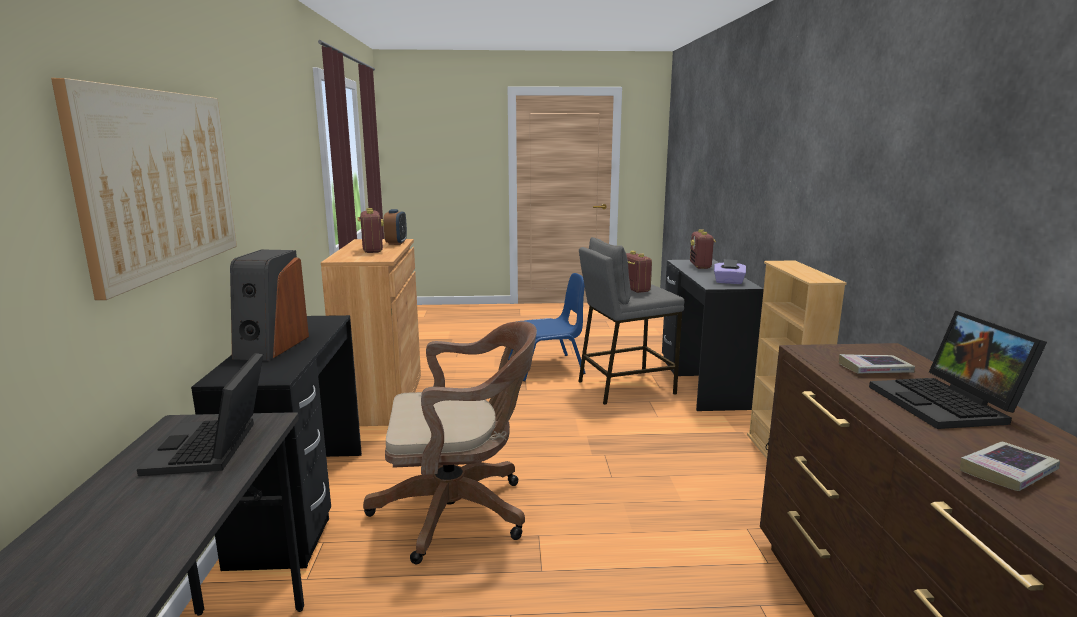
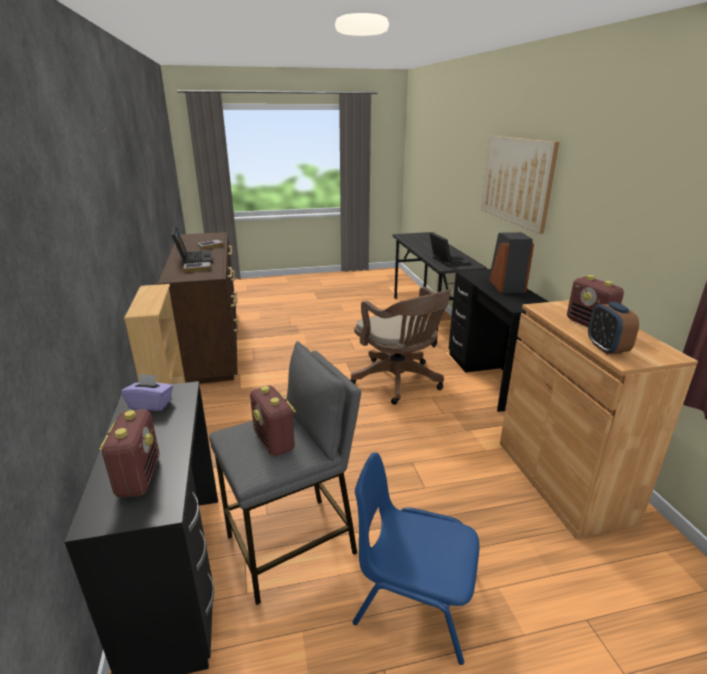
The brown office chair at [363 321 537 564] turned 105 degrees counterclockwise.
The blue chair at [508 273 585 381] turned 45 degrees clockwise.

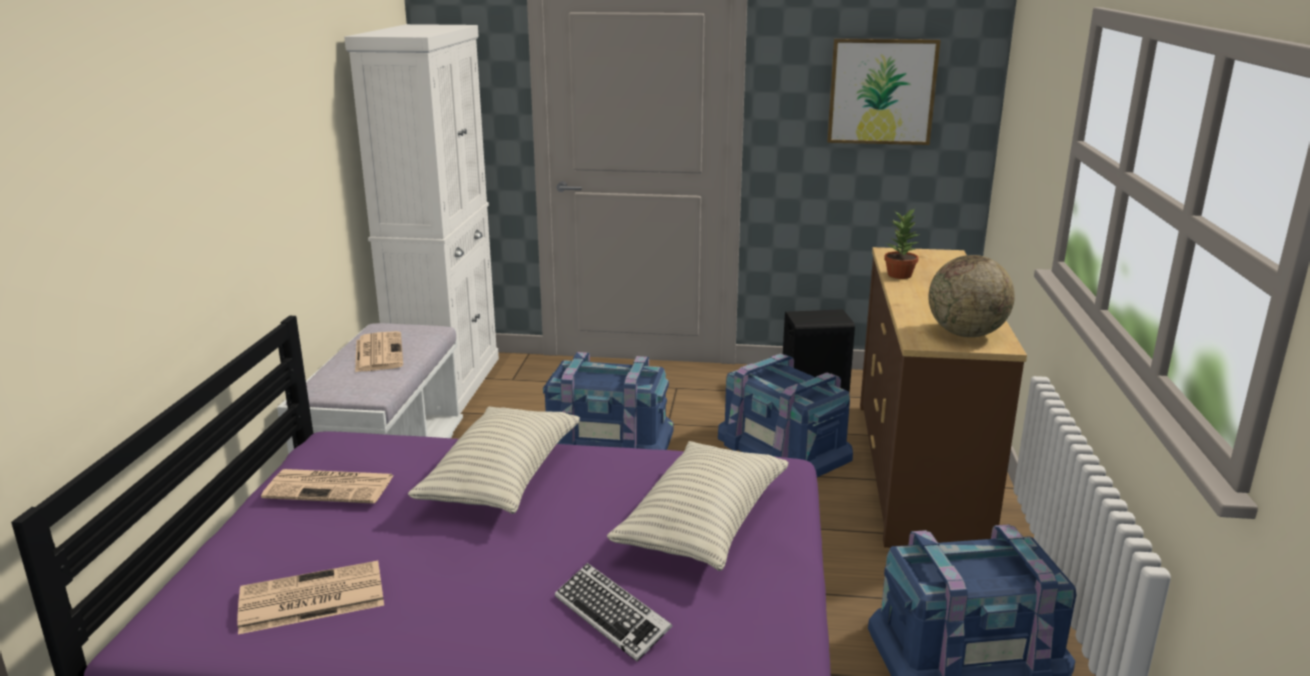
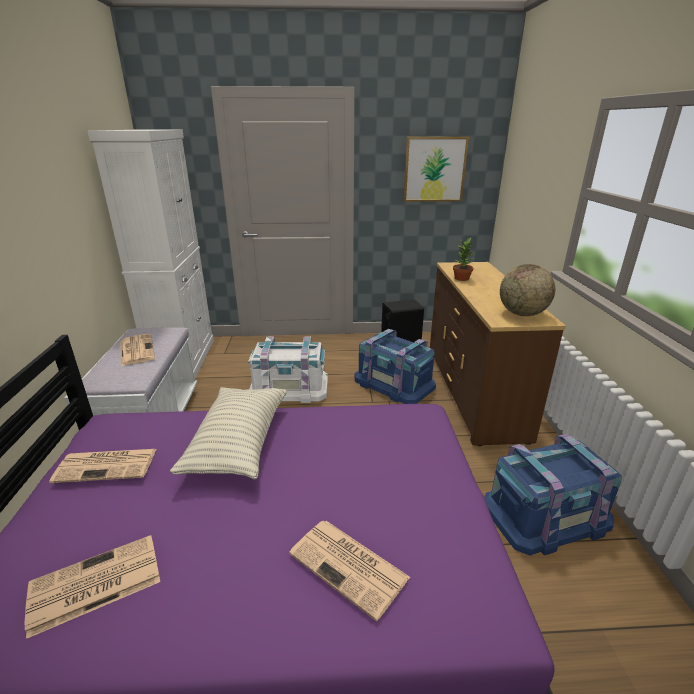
The blue storage box at [543 352 674 450] became the white storage box at [248 337 328 403].
The keyboard at [555 563 672 662] was replaced by the newspaper at [289 521 410 621].
The pillow at [607 441 789 571] disappeared.

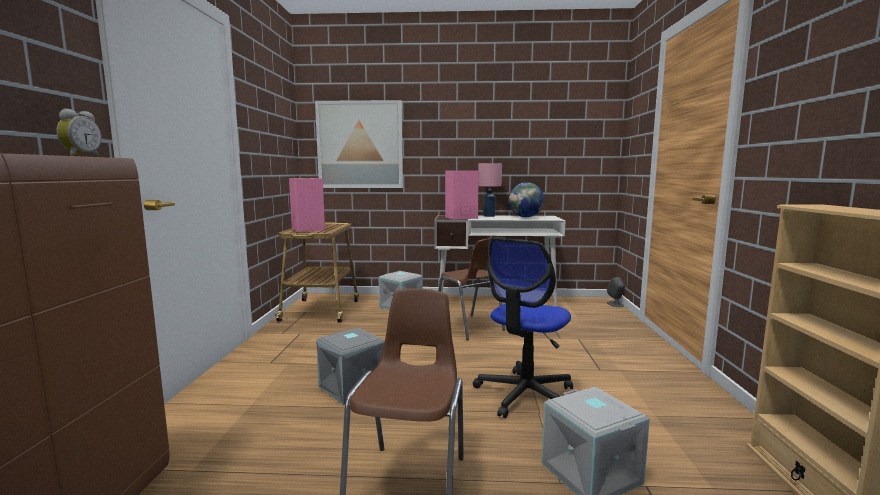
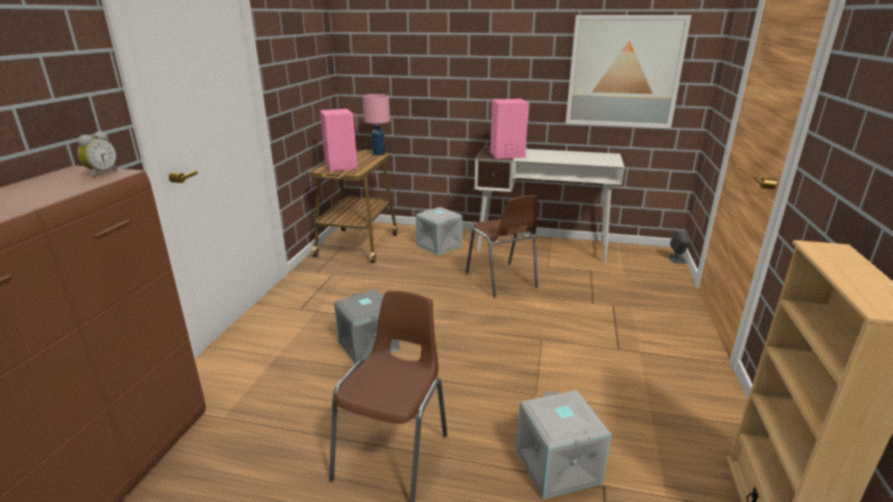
The pink table lamp moved from [478 163 502 217] to [362 94 390 156].
The picture moved from [315 100 403 188] to [566 15 692 128].
The office chair at [473 237 573 418] disappeared.
The globe at [509 182 544 217] disappeared.

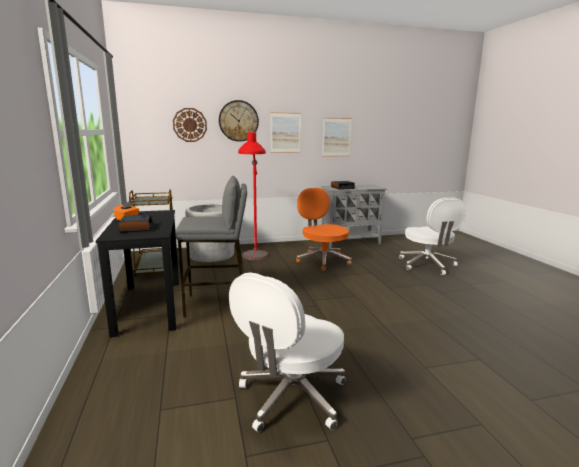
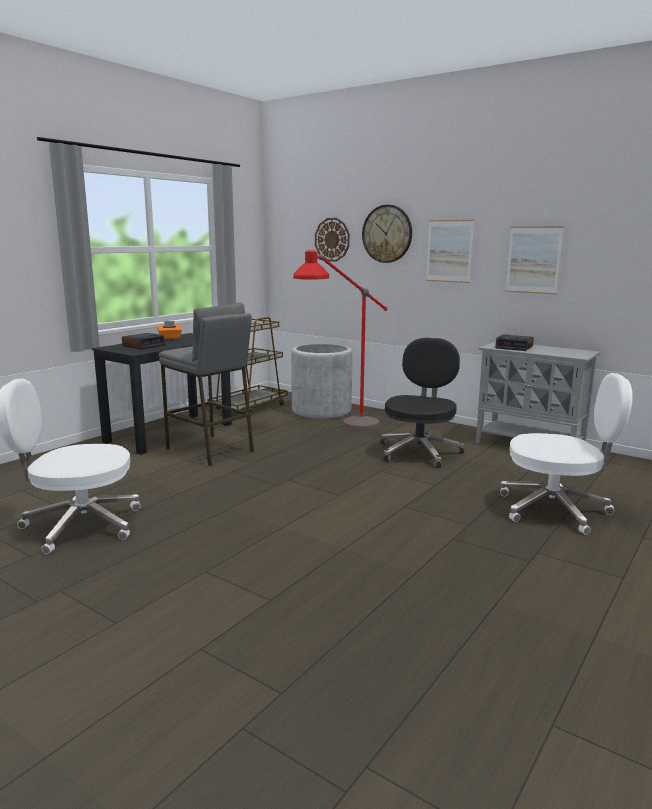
The orange office chair at [296 188 352 271] became the black office chair at [380 338 464 468].
The white office chair at [399 198 466 275] turned 120 degrees counterclockwise.

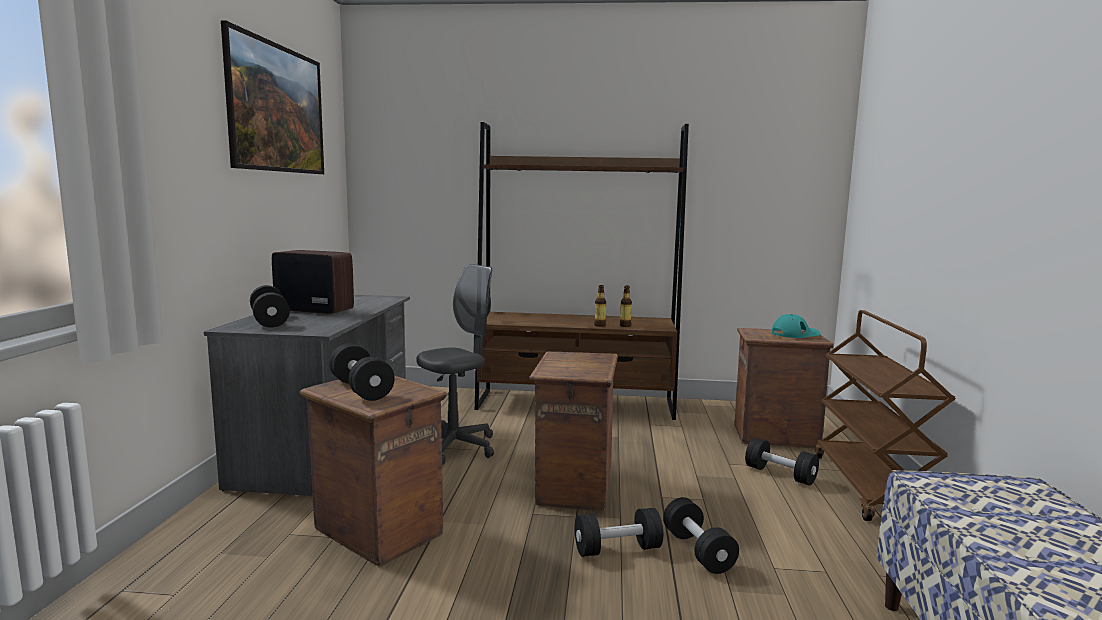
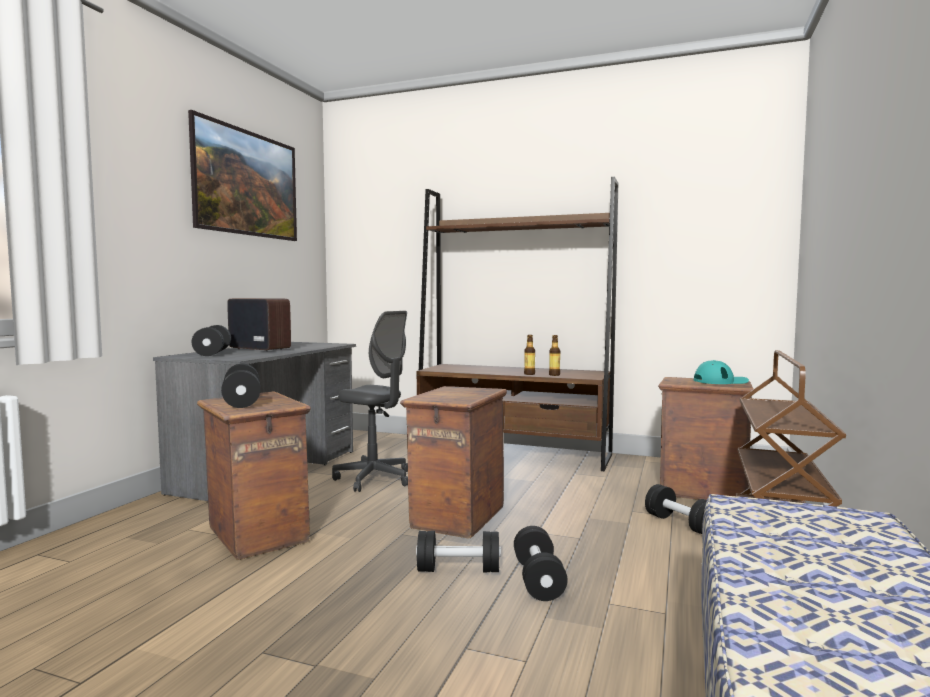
The grey office chair at [416 264 494 465] turned 60 degrees clockwise.

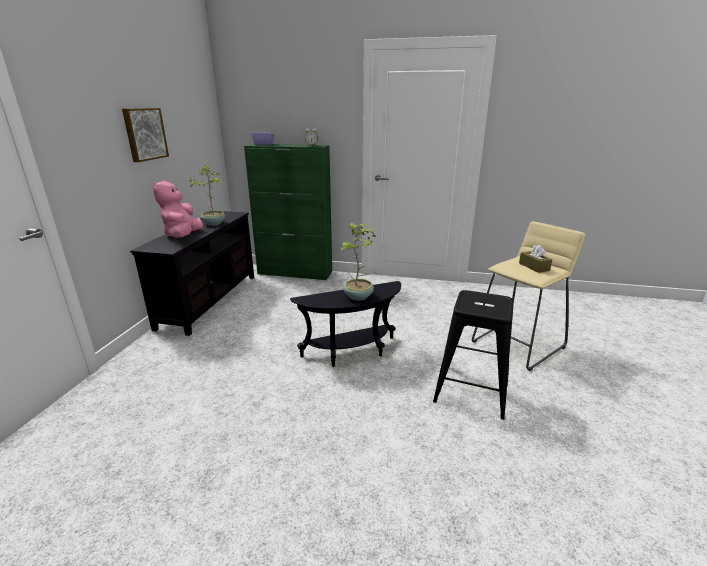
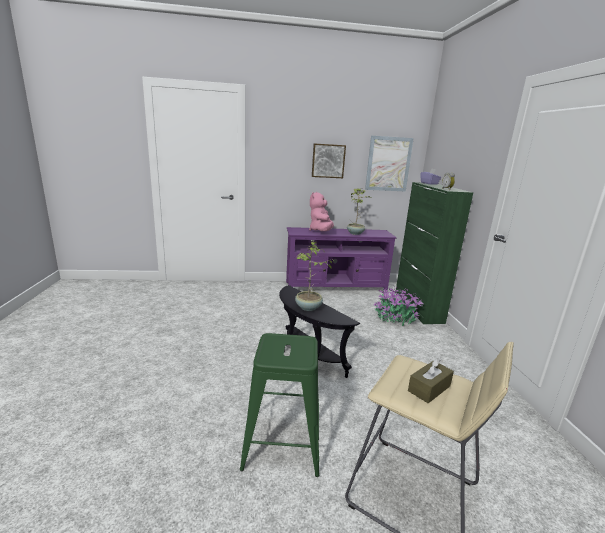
The black stool at [433 290 514 420] became the green stool at [240 333 319 477].
The black tv stand at [130 211 254 336] became the purple tv stand at [286 227 397 290].
The pink plush toy at [153 180 203 238] turned 60 degrees counterclockwise.
The picture at [365 136 414 192] appeared.
The potted plant at [373 286 424 326] appeared.

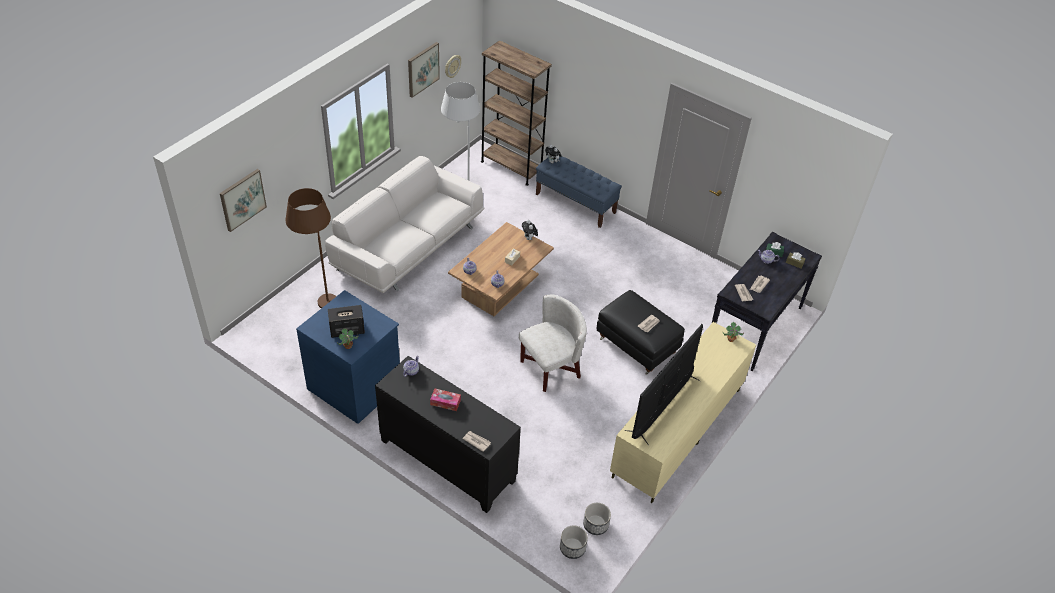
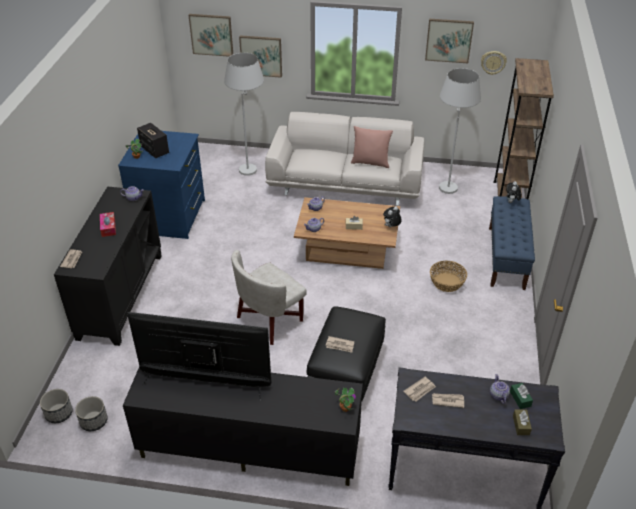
The beige tv stand at [610 322 756 503] became the black tv stand at [123 368 363 486].
The brown floor lamp at [286 188 336 308] became the white floor lamp at [224 53 264 176].
The white armchair at [519 295 587 392] turned 105 degrees clockwise.
The picture at [239 35 282 78] appeared.
The pink pillow at [351 126 393 168] appeared.
The basket at [430 261 467 292] appeared.

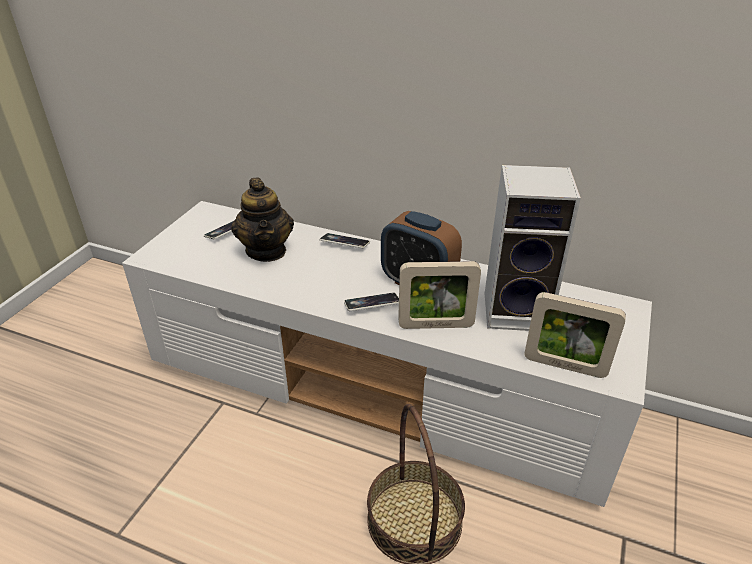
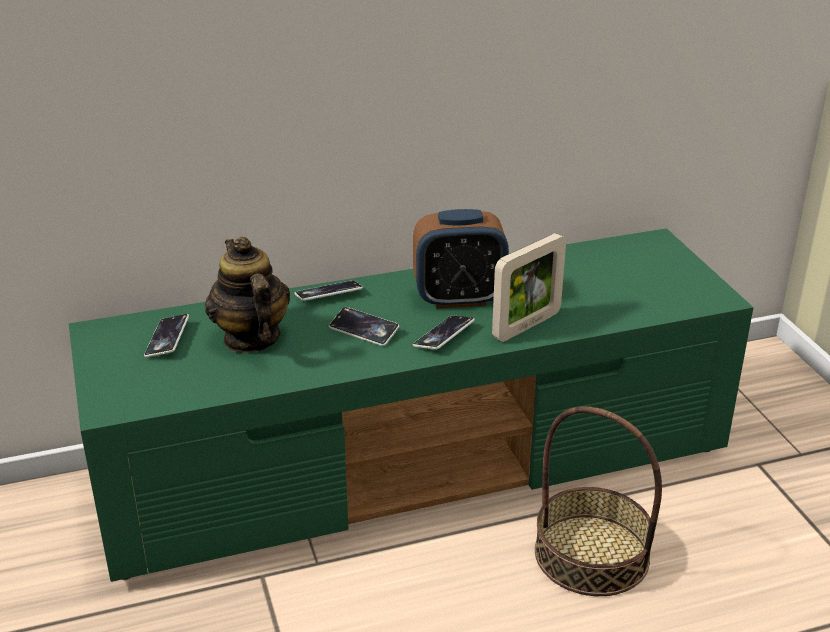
The white tv stand at [122 201 652 507] became the green tv stand at [69 228 754 582].
The teapot at [231 178 294 262] turned 150 degrees counterclockwise.
The phone at [329 307 399 346] appeared.
The speaker at [484 165 581 331] disappeared.
The picture frame at [525 292 626 378] disappeared.

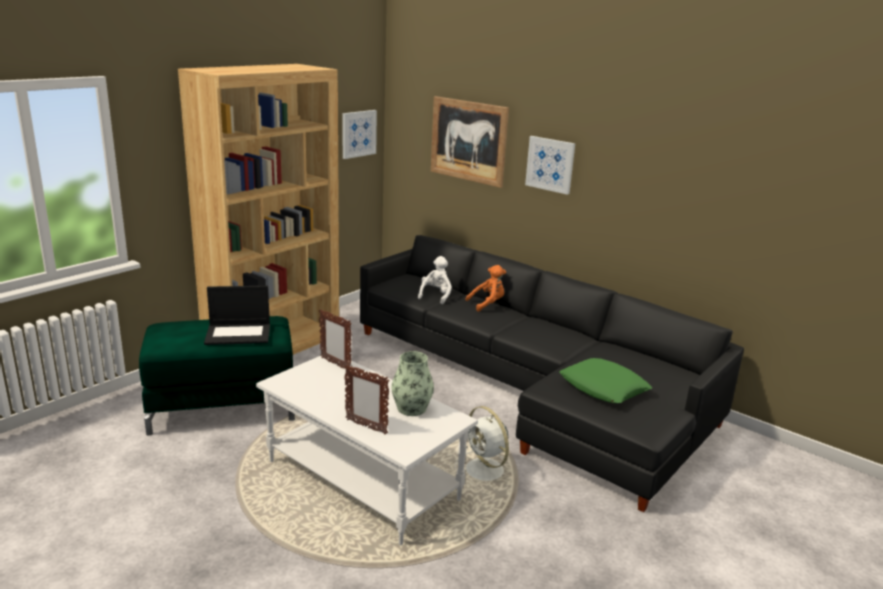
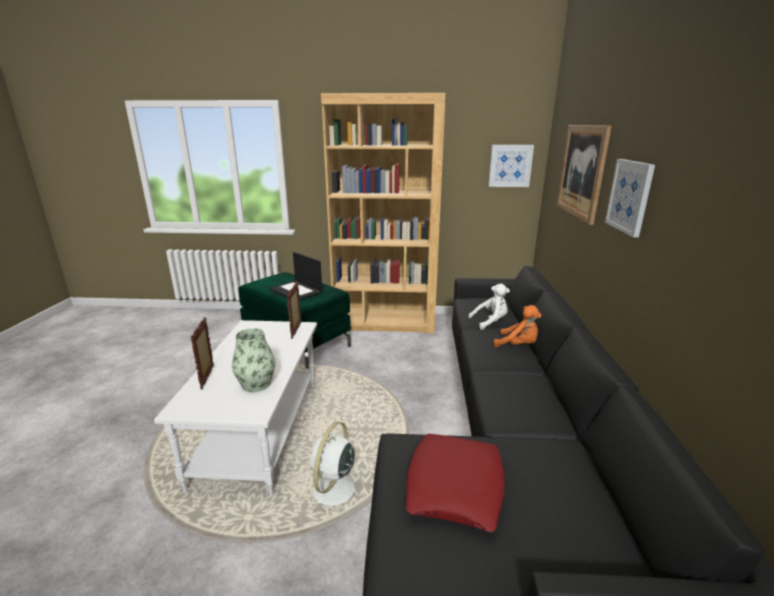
The green pillow at [559 358 653 403] became the red pillow at [405 434 505 532].

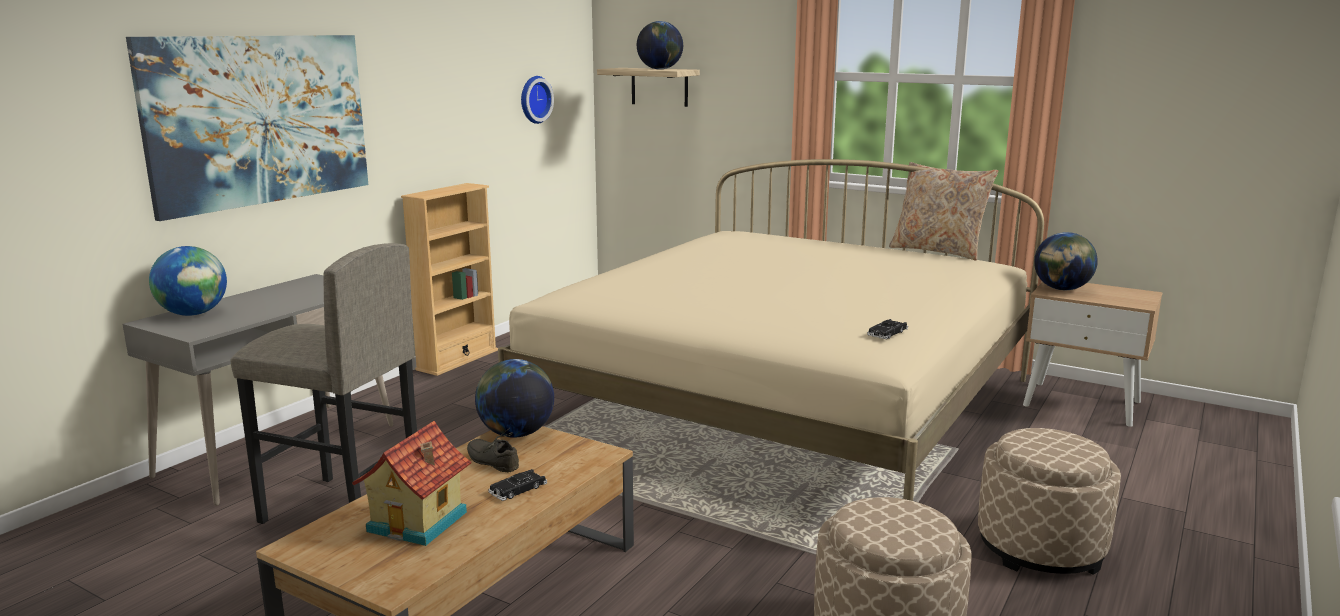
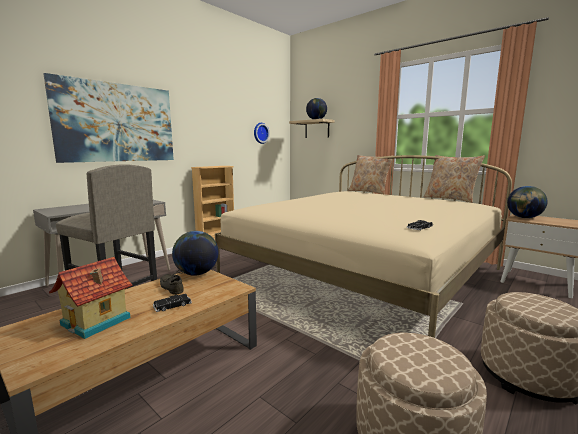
The beige pillow at [348 155 394 194] appeared.
The globe at [149 246 227 316] disappeared.

